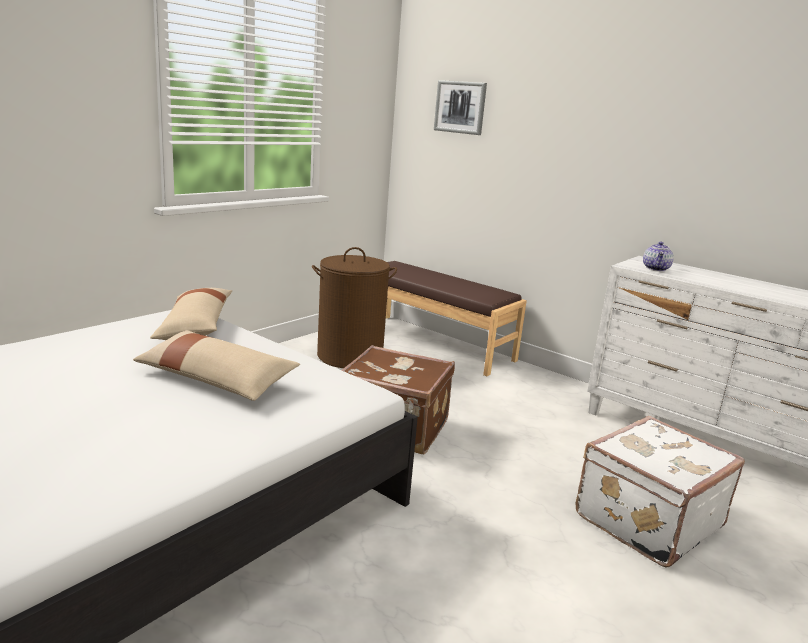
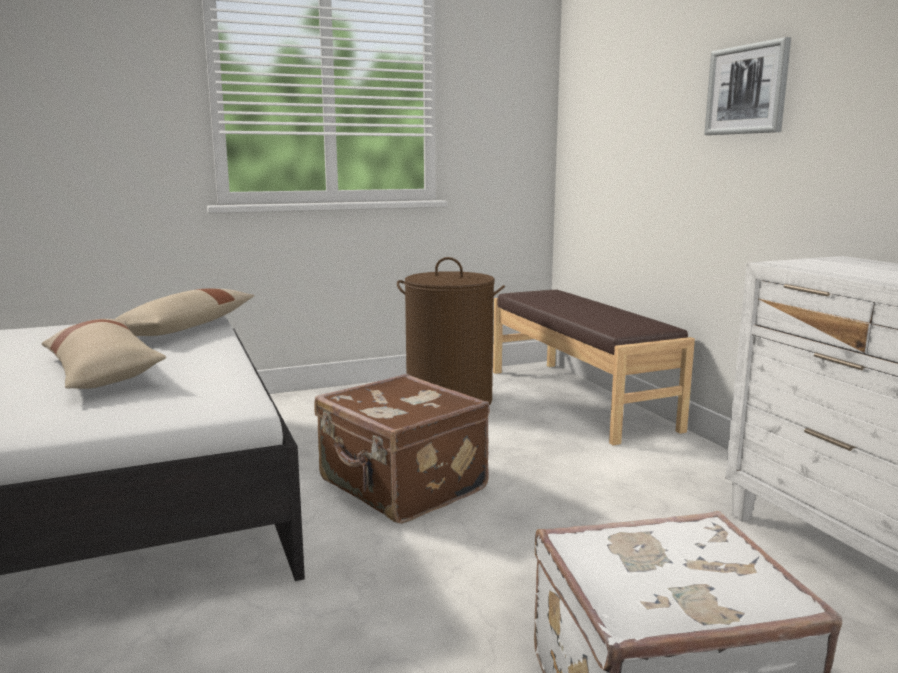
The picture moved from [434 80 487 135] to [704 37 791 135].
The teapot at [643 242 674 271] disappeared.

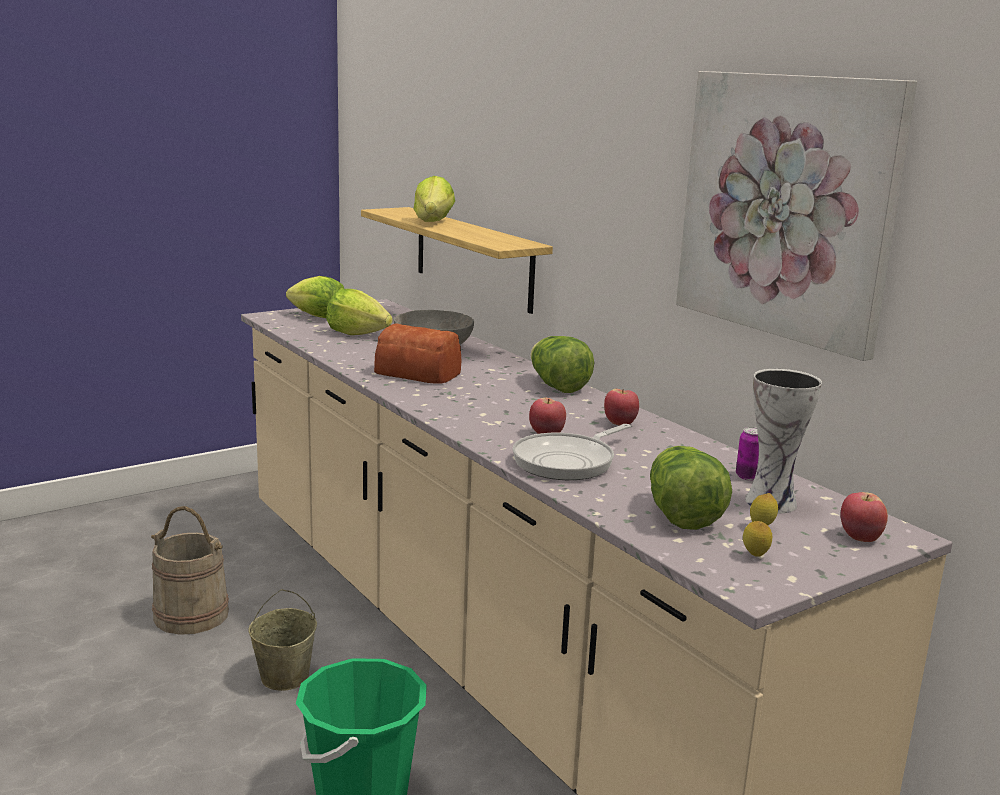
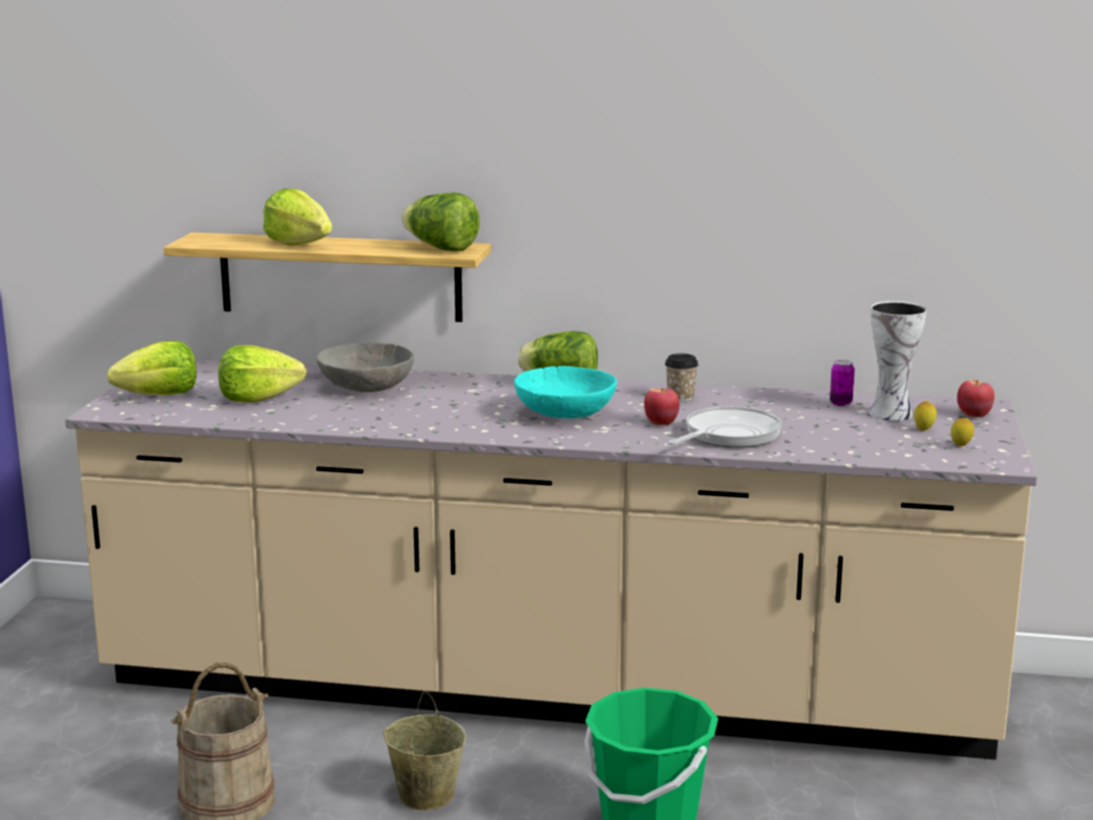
The lettuce moved from [650 446 732 530] to [402 192 480 252].
The turquoise bowl at [514 366 617 418] appeared.
The apple at [604 389 639 425] was replaced by the cup at [665 353 698 402].
The frying pan at [512 424 631 480] turned 135 degrees counterclockwise.
The bread at [374 323 461 384] disappeared.
The picture at [676 71 917 361] disappeared.

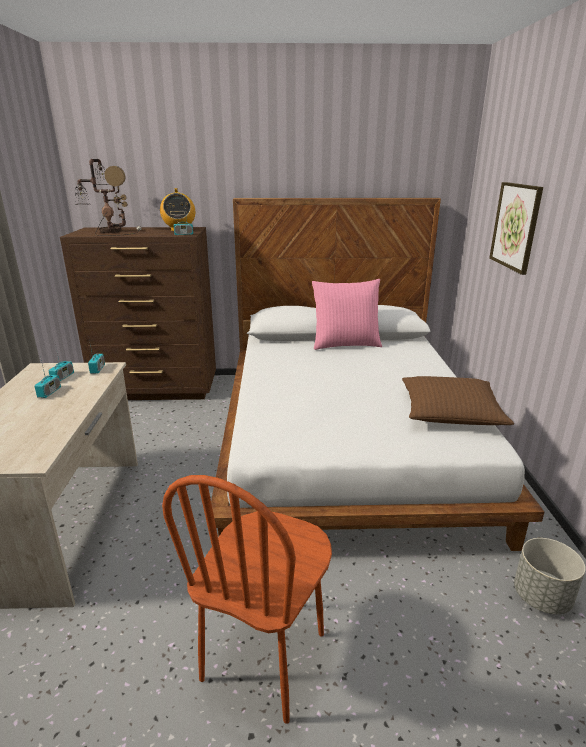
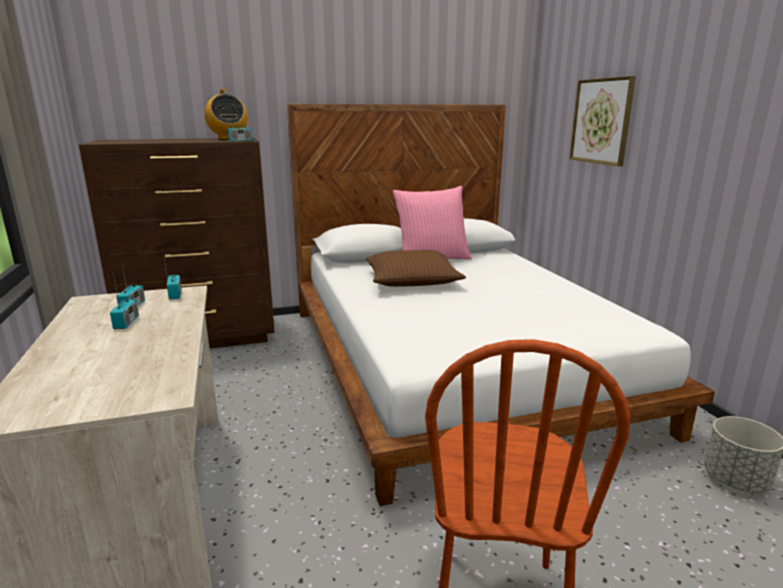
The brown pillow moved from [402 376 514 425] to [365 250 466 287].
The table lamp at [75 159 142 236] disappeared.

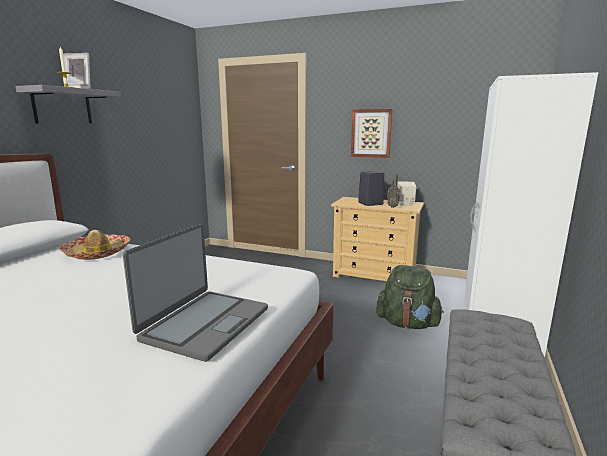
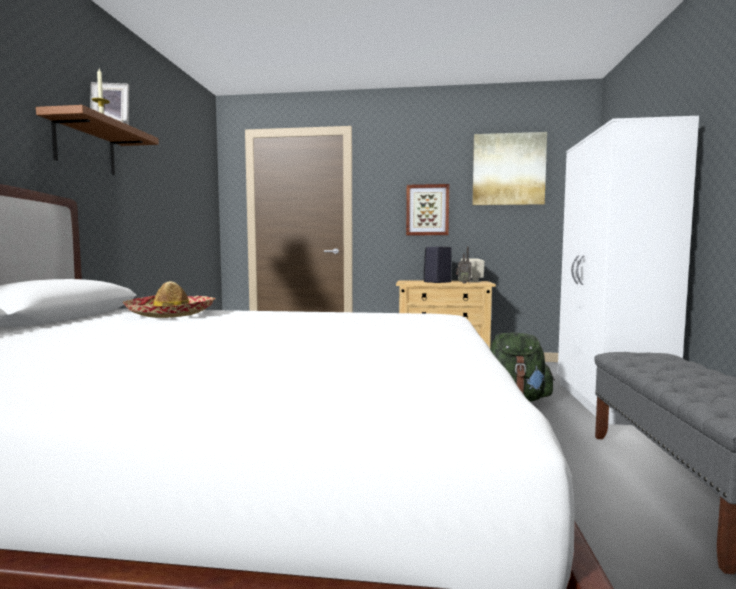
The grey shelf at [15 85 121 123] became the brown shelf at [36 105 159 175].
The picture at [472 132 547 206] appeared.
The laptop at [123 224 268 362] disappeared.

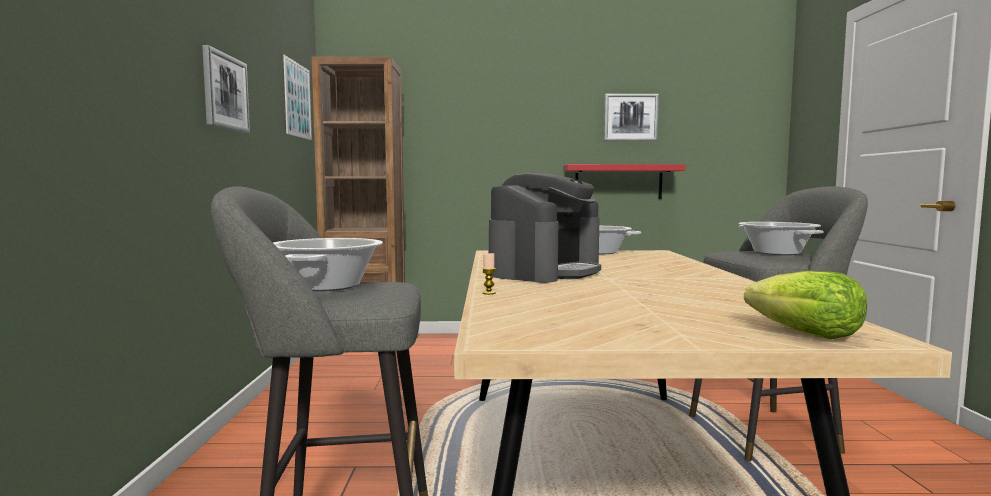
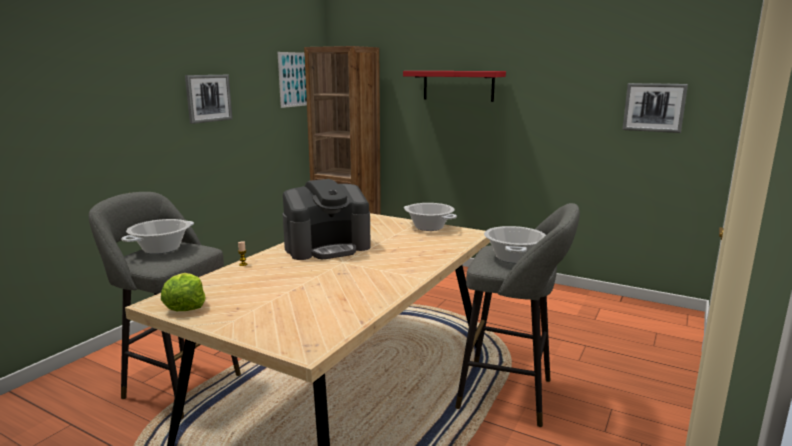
The lettuce moved from [744 271 867 339] to [161 273 205 311].
The red shelf moved from [563 164 685 199] to [403 71 506 102].
The picture moved from [604 94 659 141] to [622 83 688 133].

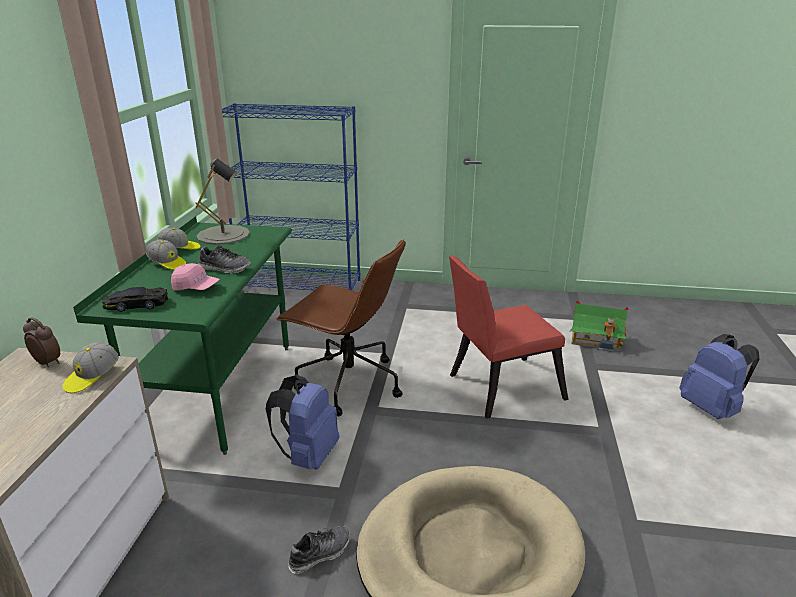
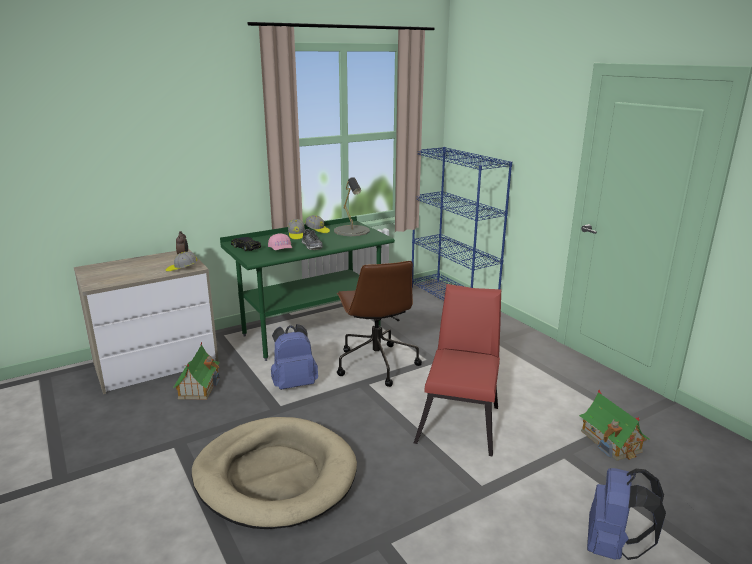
The toy house at [173 342 220 399] appeared.
The red chair at [449 255 568 419] turned 75 degrees clockwise.
The shoe at [288 526 350 574] disappeared.

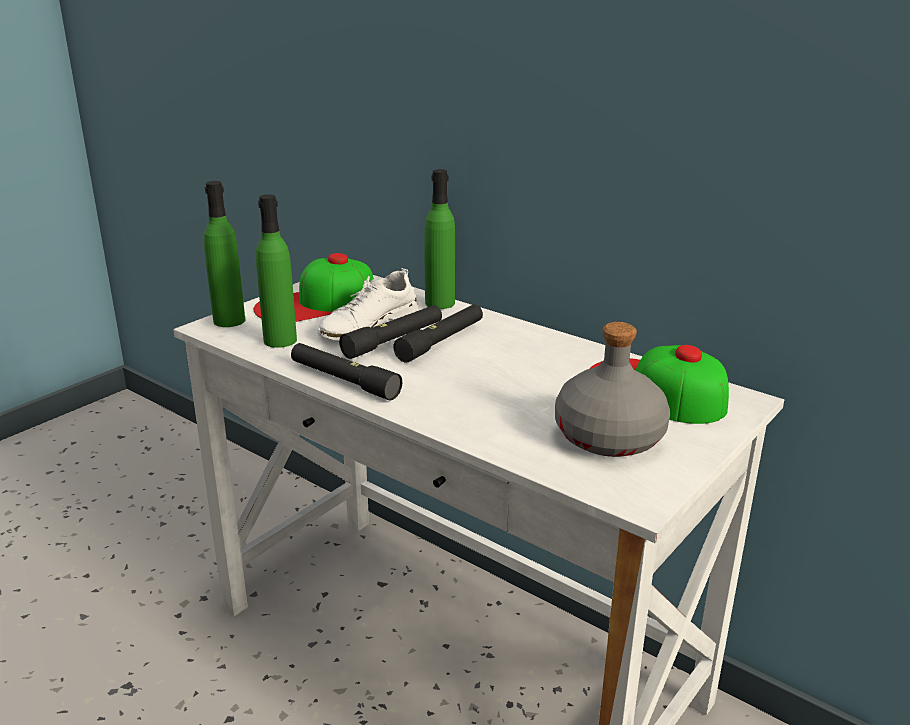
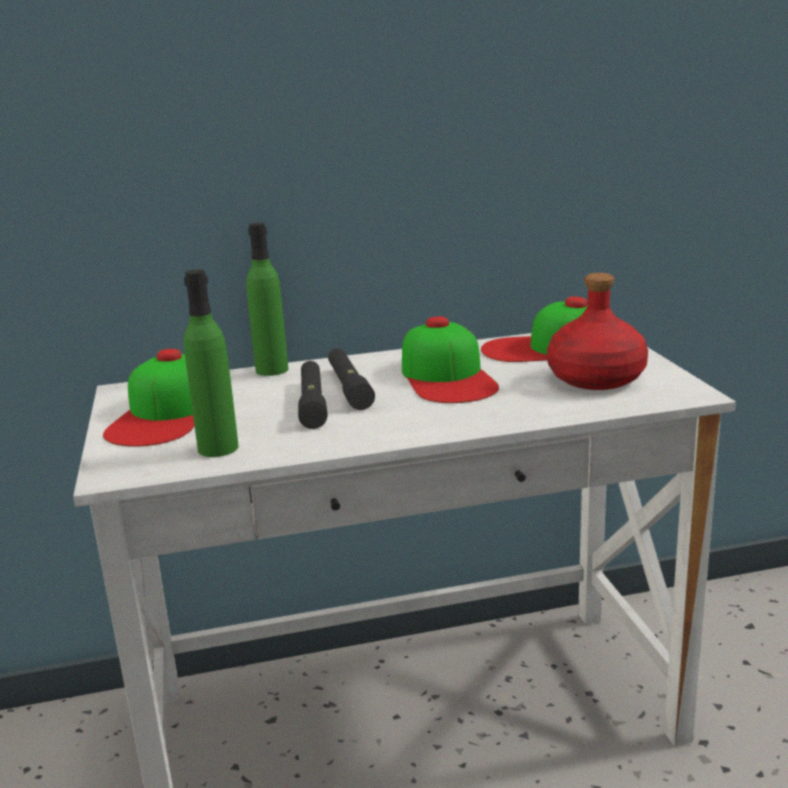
The cap at [402 316 499 403] appeared.
The grey bottle at [555 322 670 457] became the red bottle at [547 273 648 390].
The green bottle at [204 181 245 327] disappeared.
The black flashlight at [291 343 402 400] disappeared.
The white shoe at [317 268 418 340] disappeared.

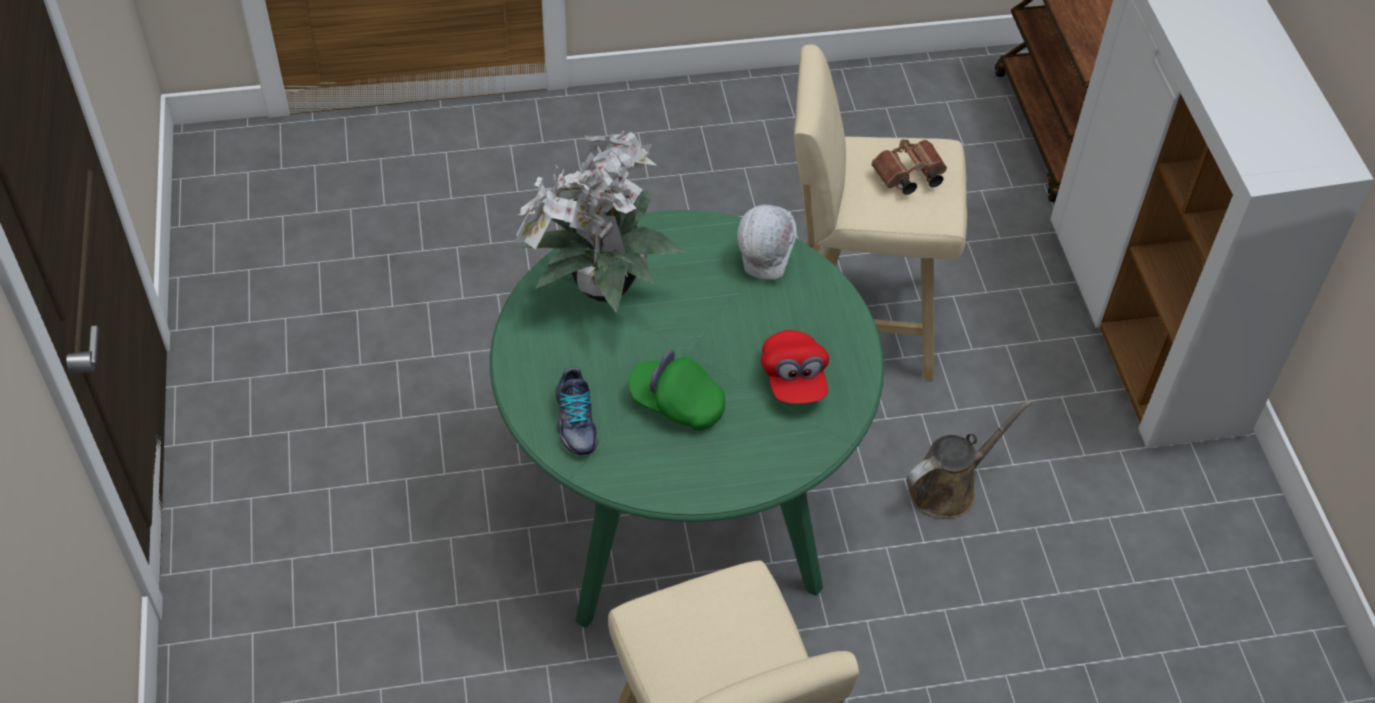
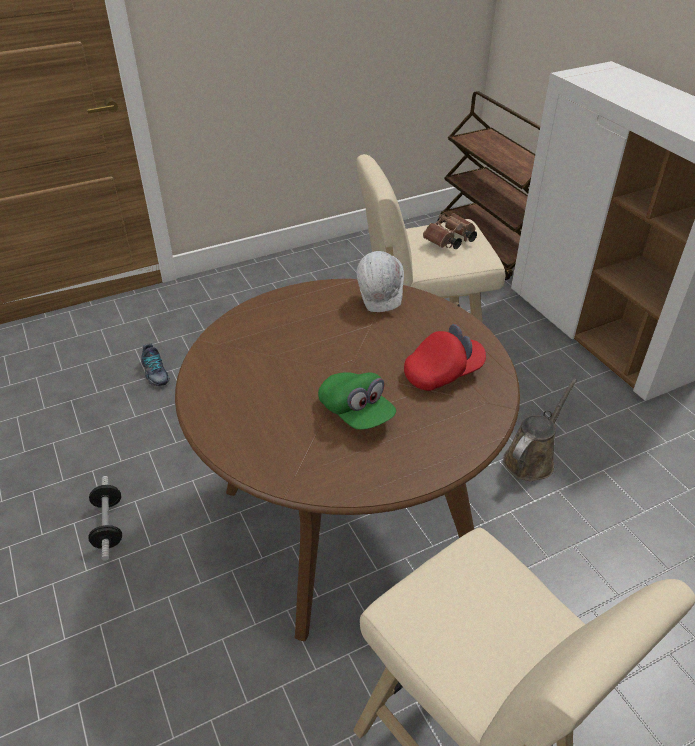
The dumbbell at [88 476 122 561] appeared.
The shoe moved from [555 367 598 455] to [141 343 170 386].
The green dining table at [490 210 884 628] became the brown dining table at [175 279 520 641].
The green cap at [629 349 725 430] turned 135 degrees counterclockwise.
The red cap at [761 330 829 404] turned 90 degrees counterclockwise.
The potted plant at [514 129 685 312] disappeared.

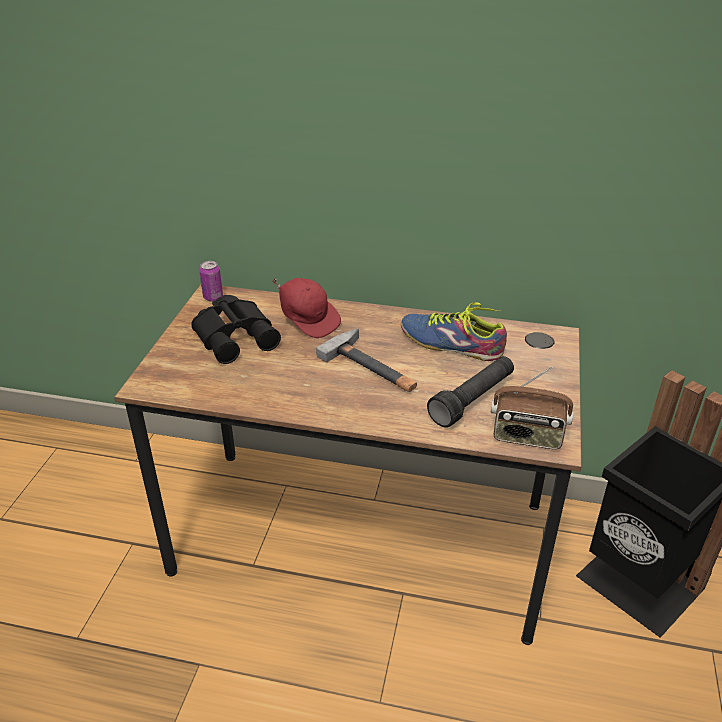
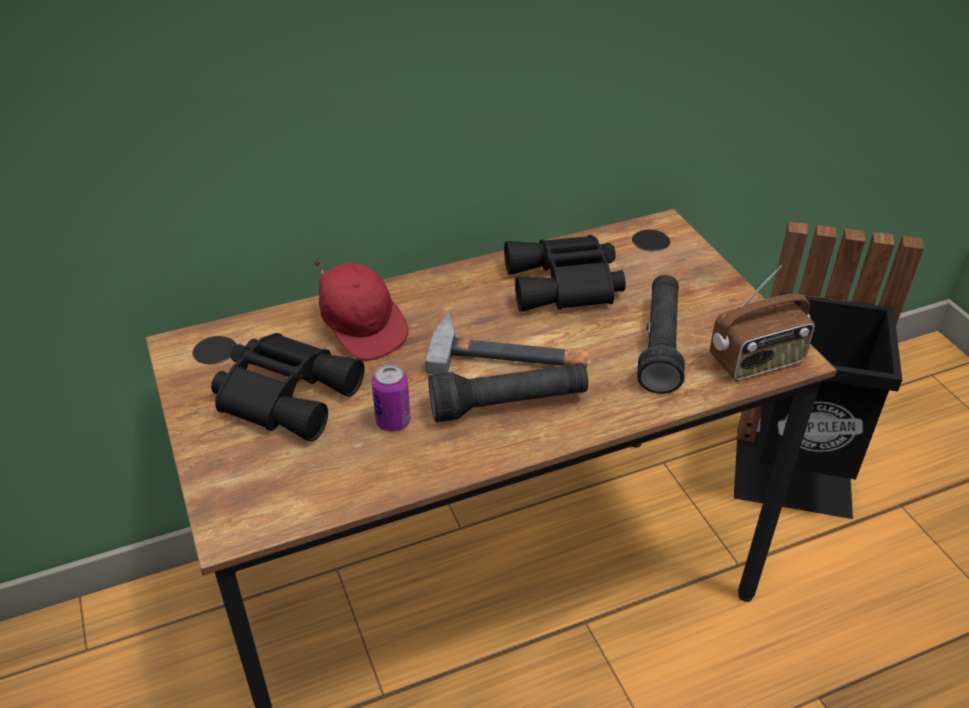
The red cap at [272 278 341 338] turned 45 degrees clockwise.
The can moved from [199 261 223 301] to [372 364 410 432].
The black flashlight at [428 363 588 422] appeared.
The shoe at [401 302 507 361] was replaced by the black binoculars at [504 235 626 311].

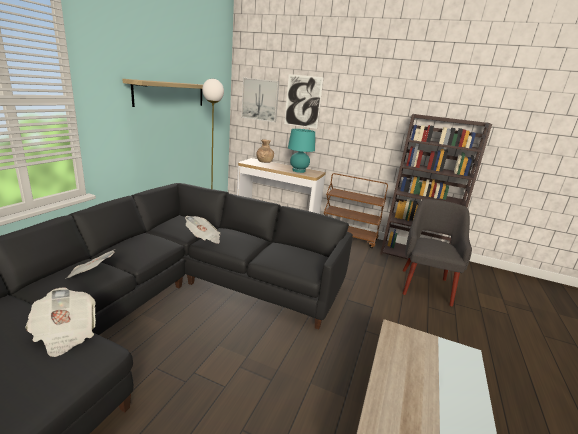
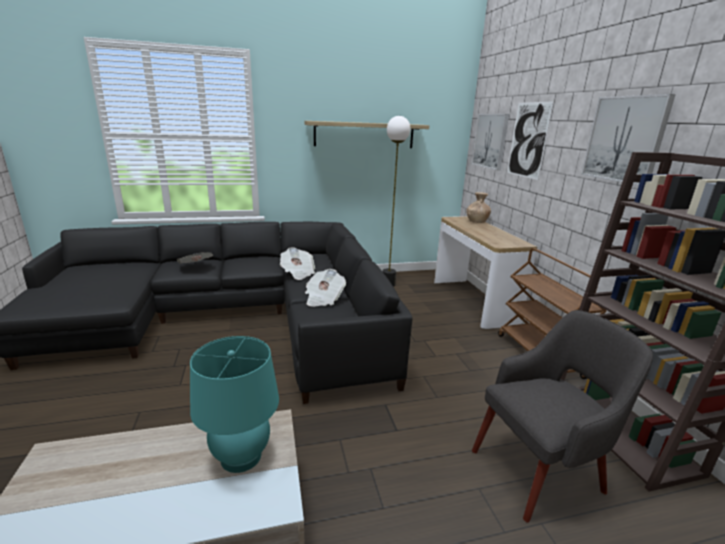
The turquoise table lamp moved from [288 129 315 173] to [190 336 279 473].
The newspaper moved from [25 287 96 357] to [305 269 346 307].
The picture at [581 94 676 185] appeared.

